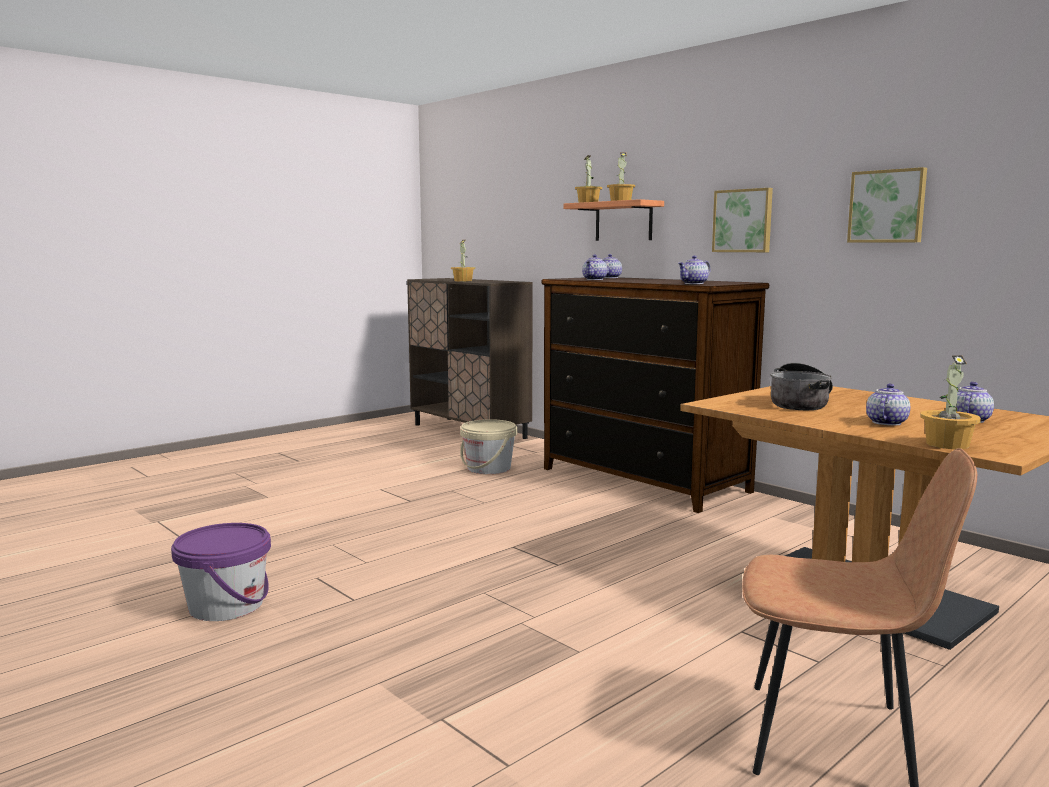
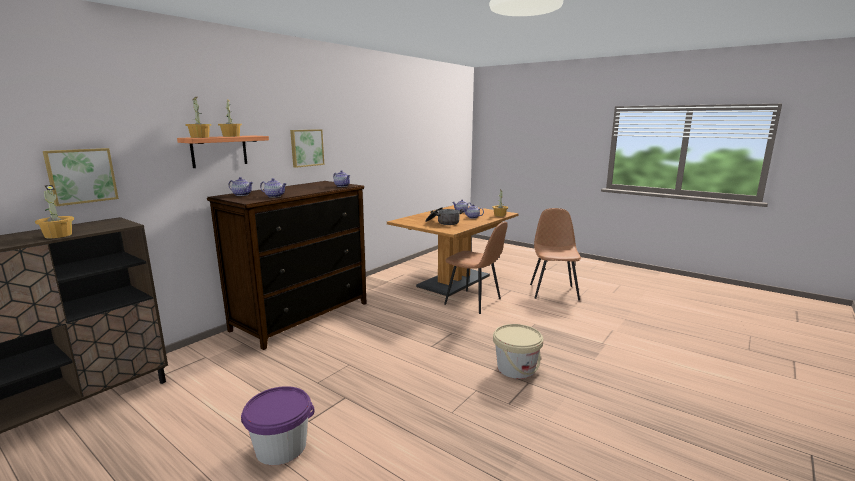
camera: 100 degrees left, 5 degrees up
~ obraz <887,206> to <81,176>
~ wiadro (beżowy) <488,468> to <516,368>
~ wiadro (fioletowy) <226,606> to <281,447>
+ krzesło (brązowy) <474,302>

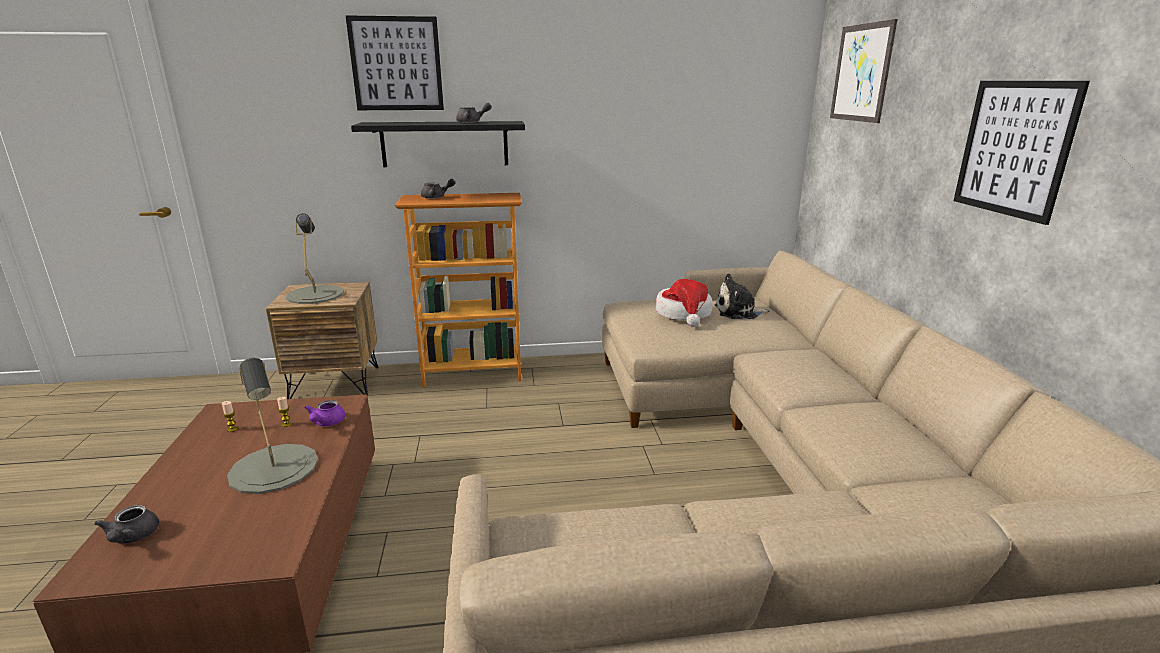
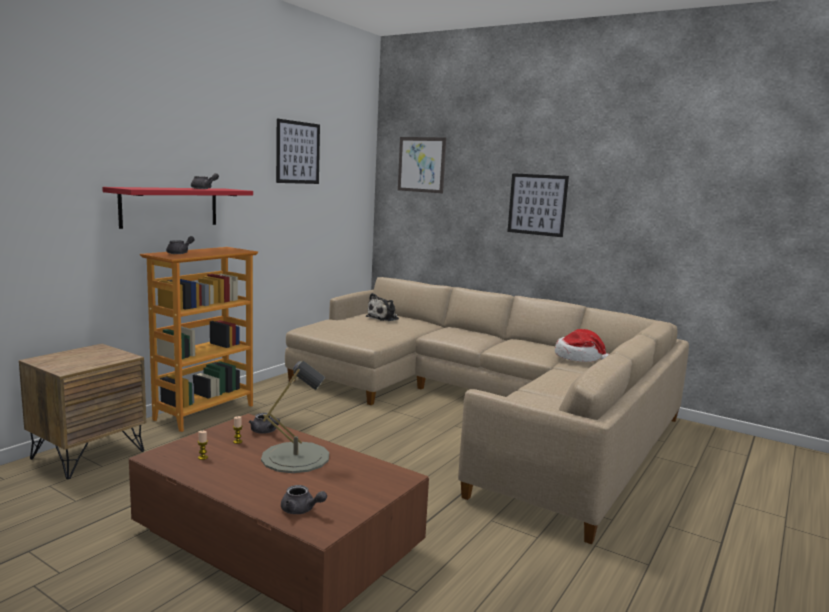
camera: 50 degrees left, 10 degrees down
~ obraz <396,64> to <298,152>
~ półka (czarny) <445,144> to półka (czerwony) <170,207>
- lampa stołowa (szary) <315,294>
~ kapelusz <684,314> to <579,357>
~ imbryk (fioletowy) <326,423> to imbryk (szary) <265,432>

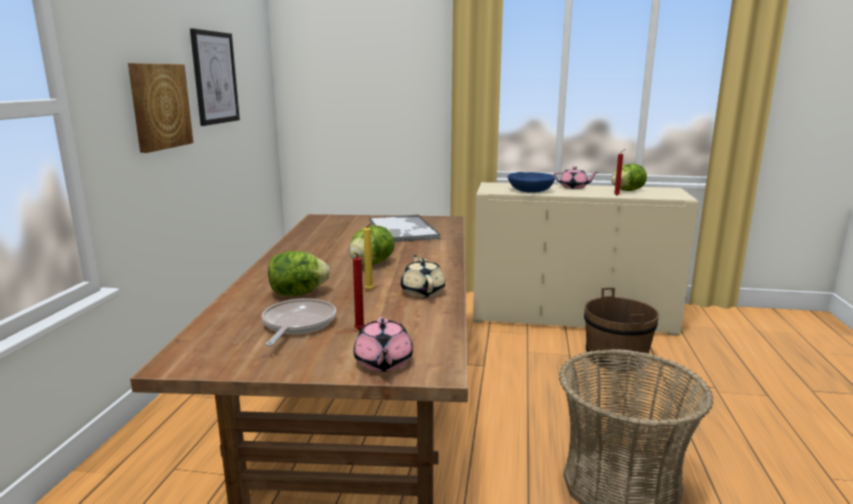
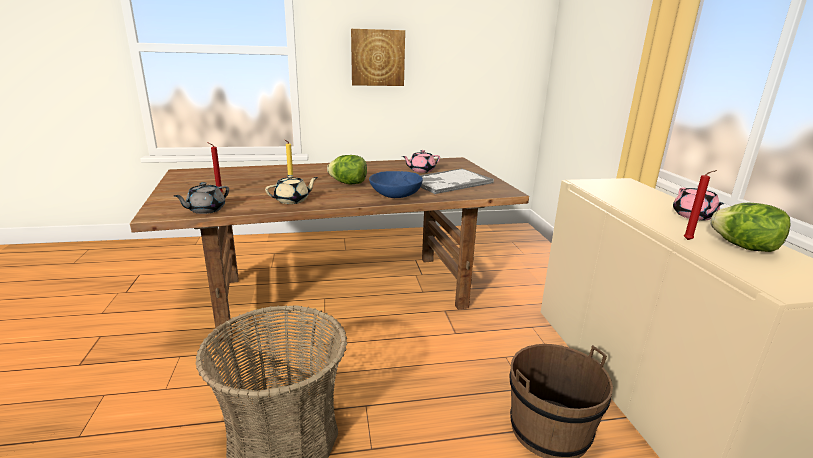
camera: 70 degrees right, 5 degrees up
- obraz <215,78>
~ miska (niebieski) <530,191> to <395,194>
- sałata <298,293>
- patelnia <297,324>
~ imbryk (różowy) <383,363> to <421,170>
+ imbryk (szary) <205,210>

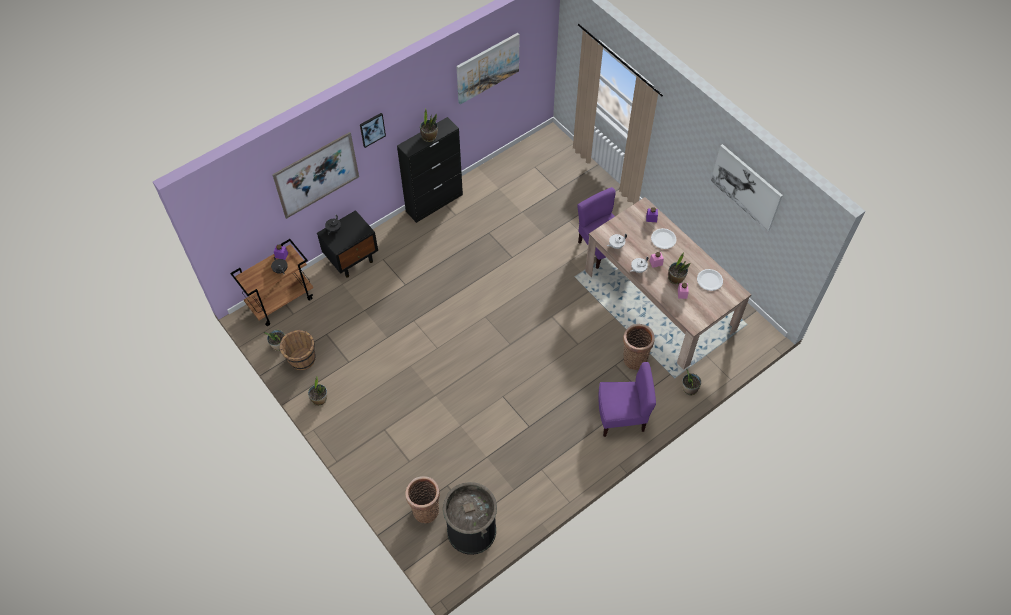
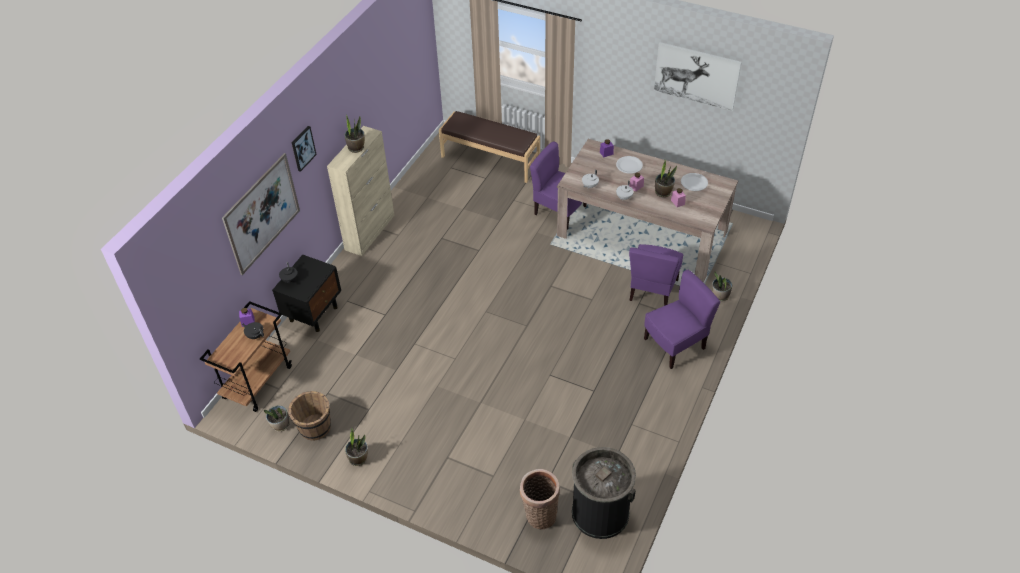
camera: 25 degrees left, 10 degrees down
- obraz <487,67>
~ szafka (czarny) <434,203> to szafka (beżowy) <370,232>
~ koszyk <634,358> to krzesło (fioletowy) <652,290>
+ ławka (brązowy) <490,160>

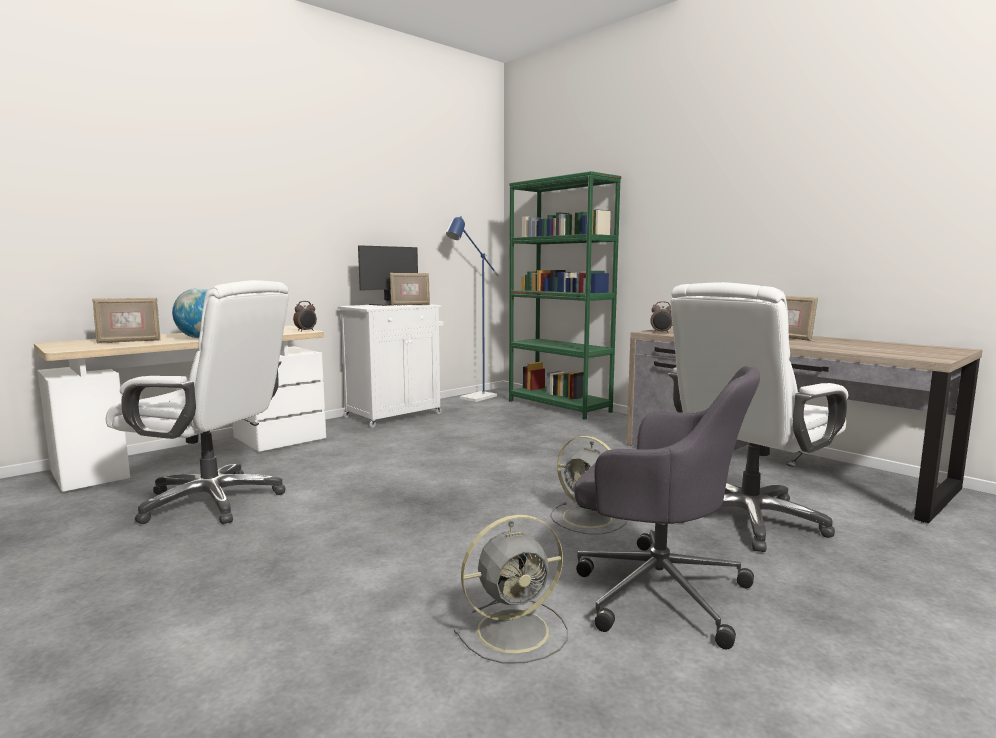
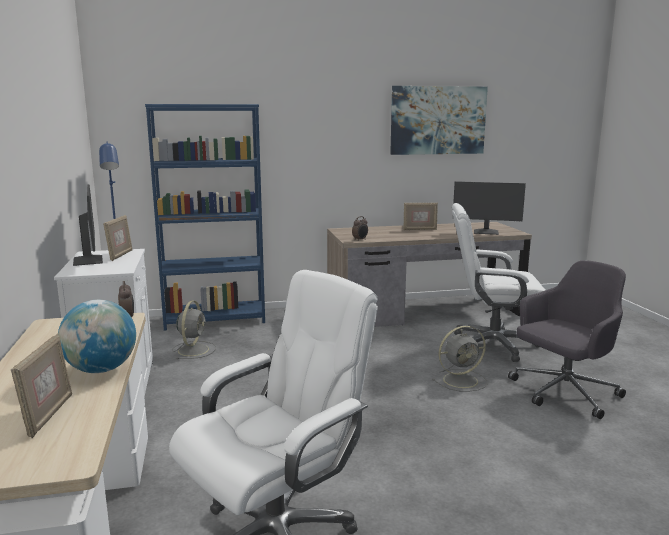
camera: 60 degrees left, 5 degrees up
~ regał (zielony) <559,406> to regał (niebieski) <215,319>
~ krzesło biurowe (biały) <748,520> = <493,345> 105 degrees clockwise
~ wentylator (szary) <516,630> to <194,349>
+ obraz <438,120>
+ monitor <486,232>

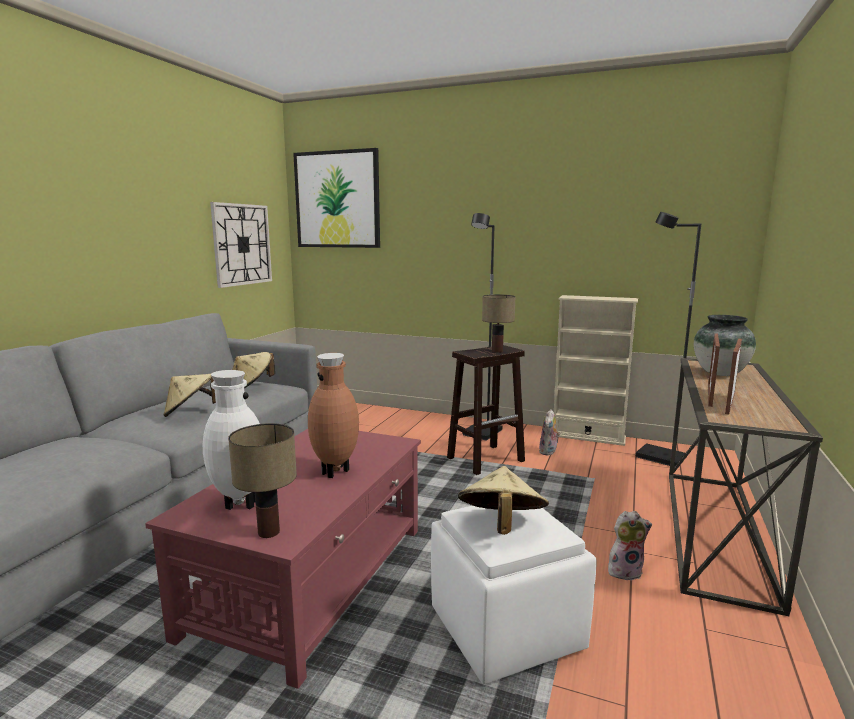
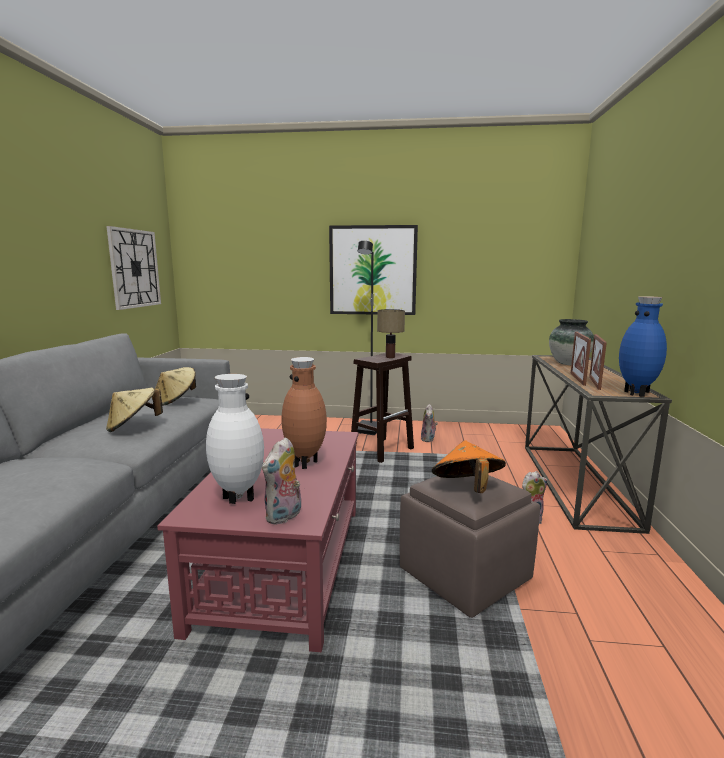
camera: 15 degrees left, 0 degrees up
~ obraz <337,200> to <373,270>
- lampa stojąca (czarny) <659,458>
- regał (beżowy) <588,436>
~ lampa stołowa <269,531> to pluszak <284,516>
~ kapelusz (beżowy) <501,526> to kapelusz (pomarańczowy) <467,489>
~ pufa (biały) <506,627> to pufa (brązowy) <464,574>
+ wazon (niebieski) <637,393>

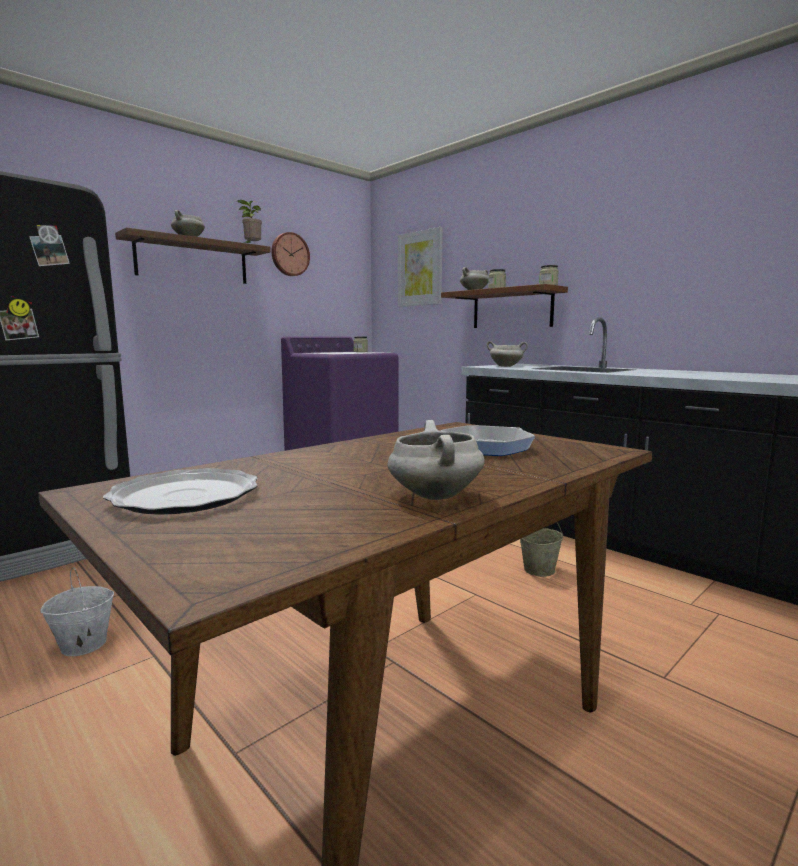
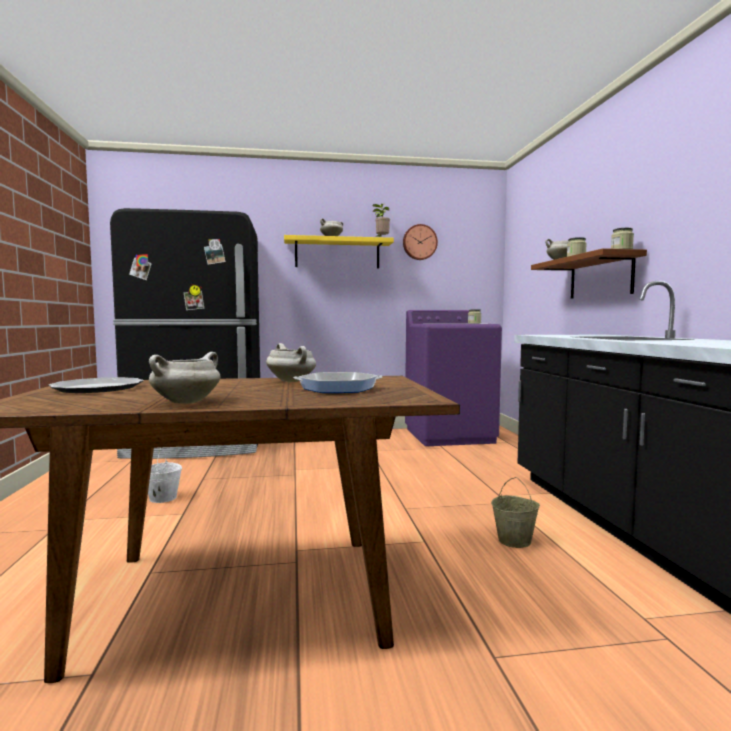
camera: 35 degrees right, 5 degrees down
~ półka (brązowy) <193,261> to półka (żółty) <337,254>
- obraz <420,269>
~ garnek (biały) <506,366> to <292,381>

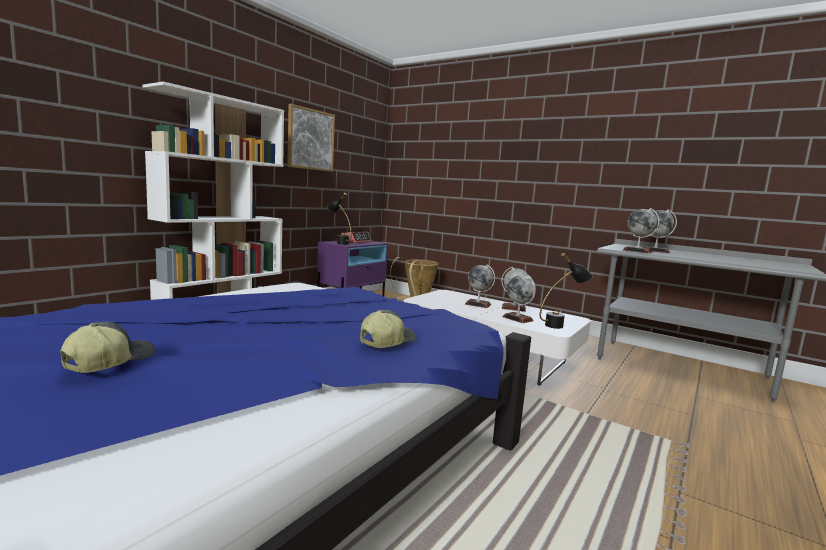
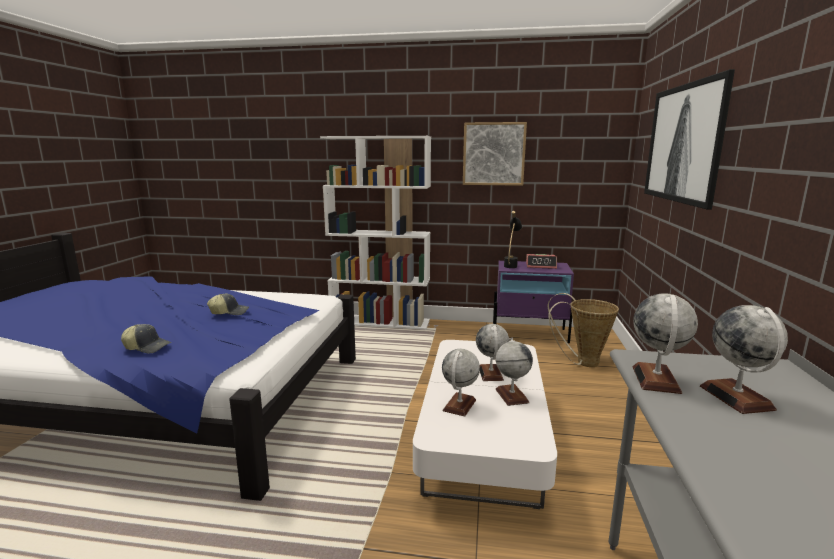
camera: 65 degrees right, 5 degrees up
- lampa stołowa (czarny) <561,325>
~ czapka z daszkiem <109,361> to <230,312>
+ obraz <684,143>

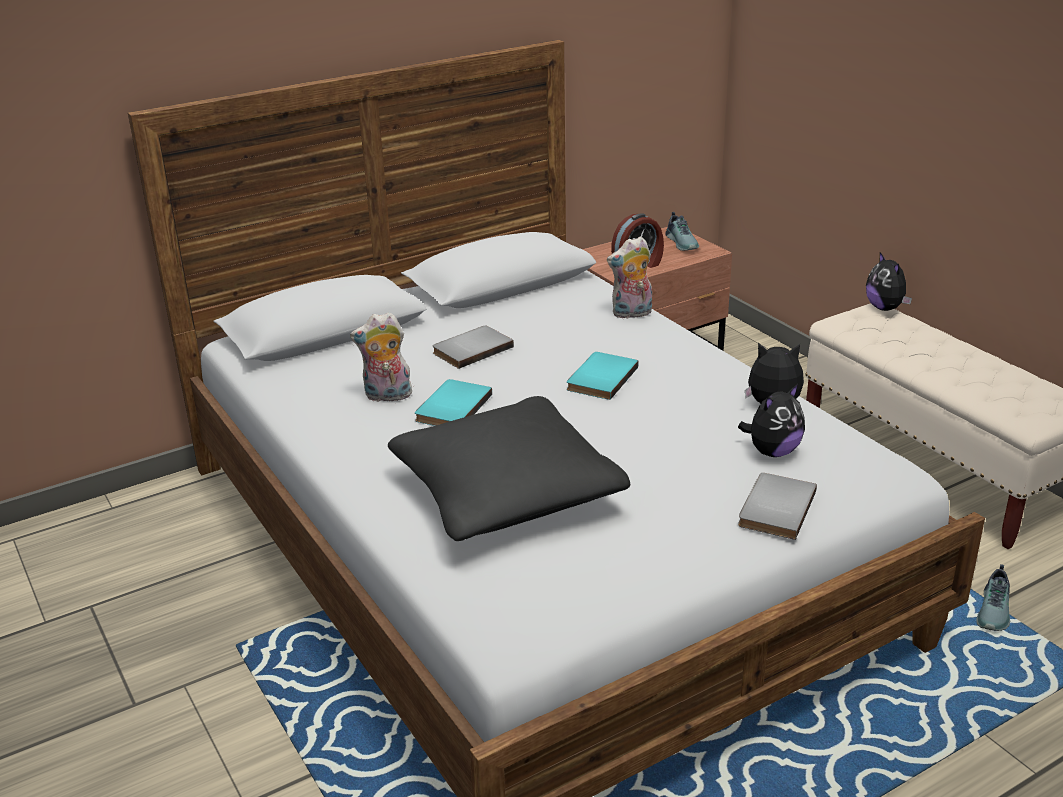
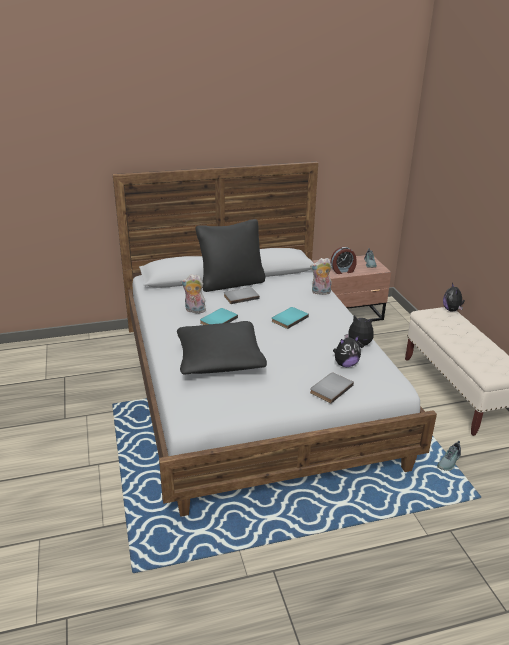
camera: 15 degrees right, 0 degrees up
+ poduszka (czarny) <231,283>

